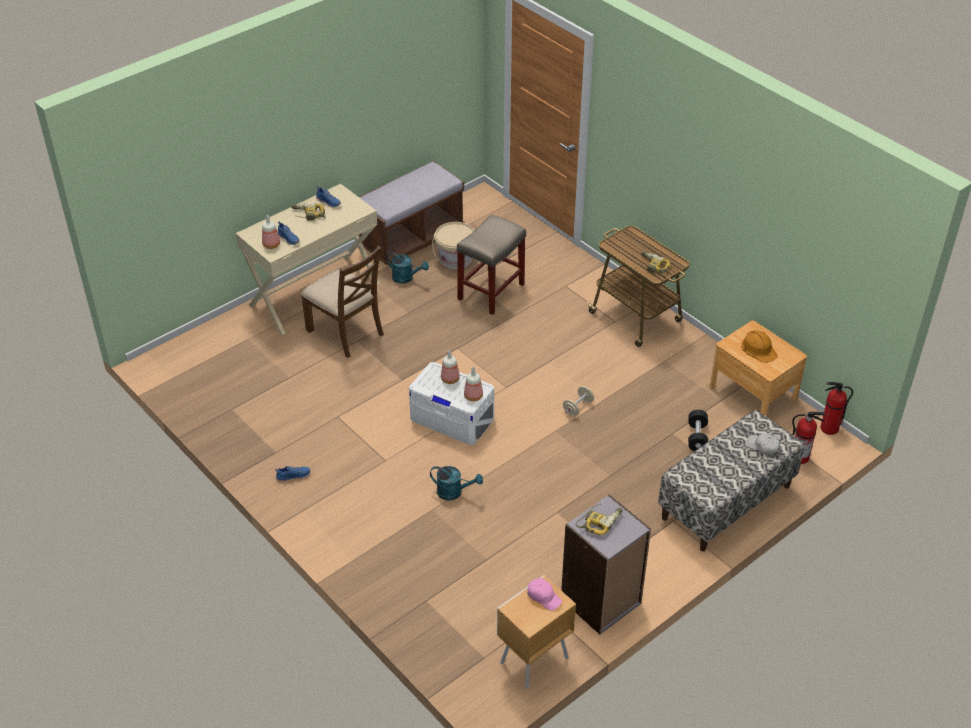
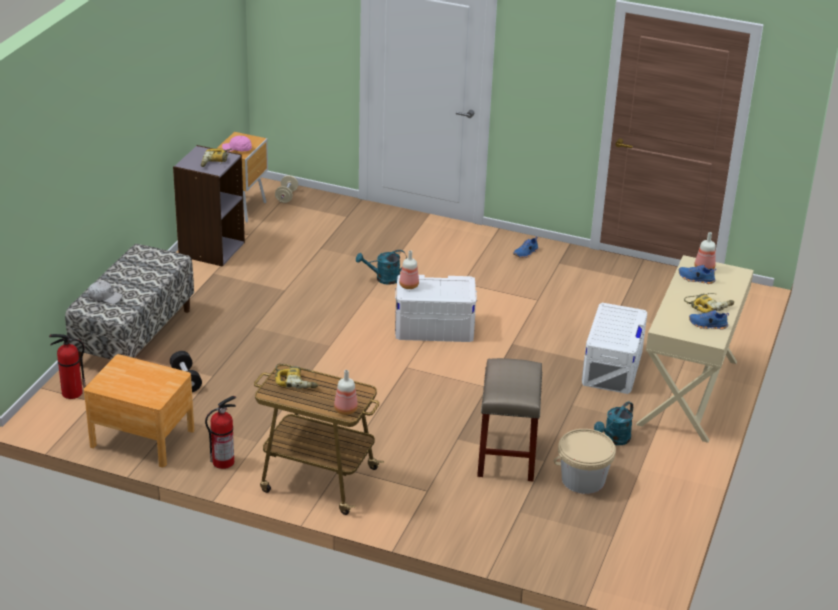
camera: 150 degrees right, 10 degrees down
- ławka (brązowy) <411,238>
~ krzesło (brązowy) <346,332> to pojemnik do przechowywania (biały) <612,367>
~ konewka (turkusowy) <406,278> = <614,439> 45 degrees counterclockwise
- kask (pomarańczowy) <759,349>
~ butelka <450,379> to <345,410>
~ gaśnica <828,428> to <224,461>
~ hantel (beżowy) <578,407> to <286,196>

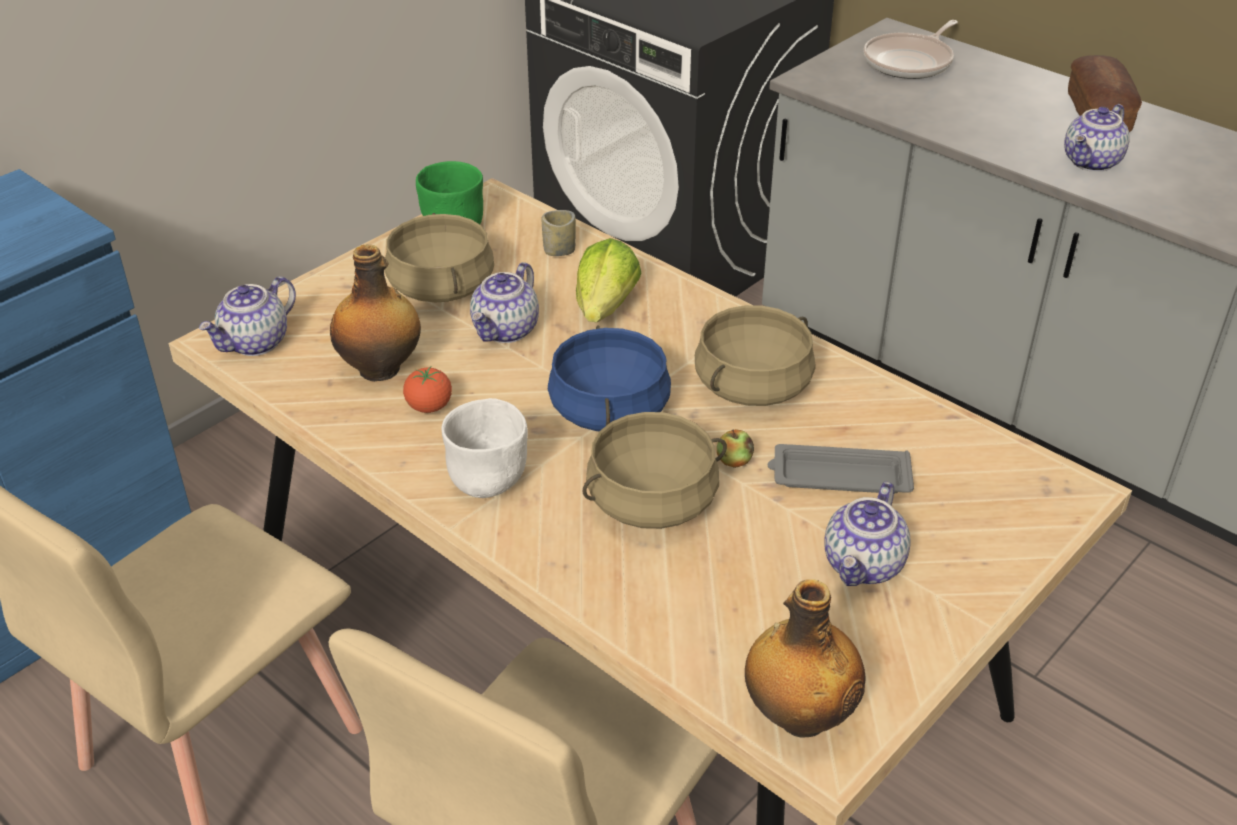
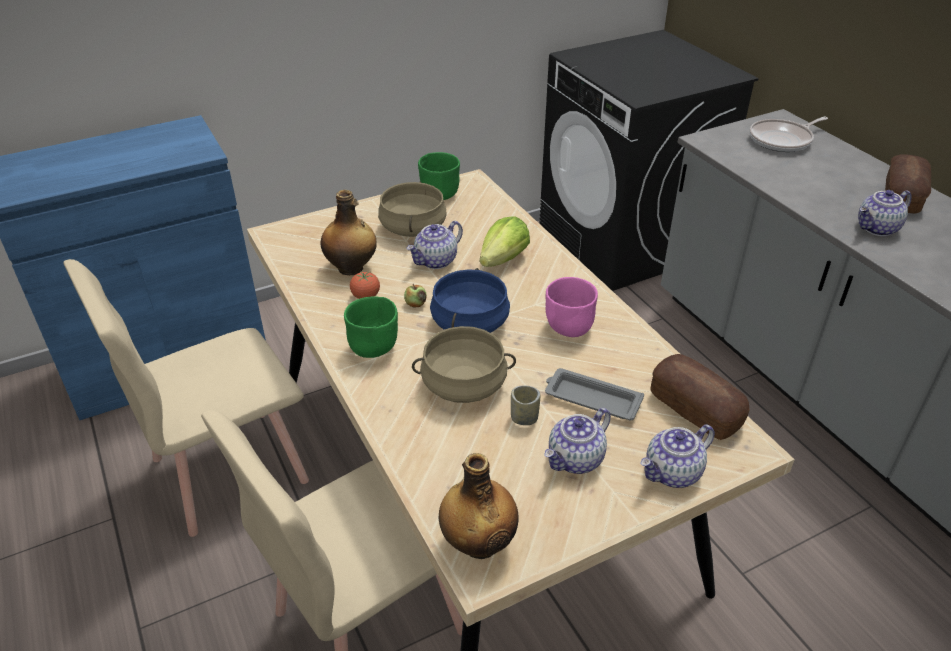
camera: 20 degrees right, 0 degrees up
~ filiżanka <559,251> to <524,418>
~ imbryk <255,343> to <673,473>
~ garnek (beżowy) <753,386> to miska (różowy) <568,328>
~ miska (biały) <490,481> to miska (zielony) <375,348>
~ jabłko <734,461> to <415,304>
+ chleb <695,409>

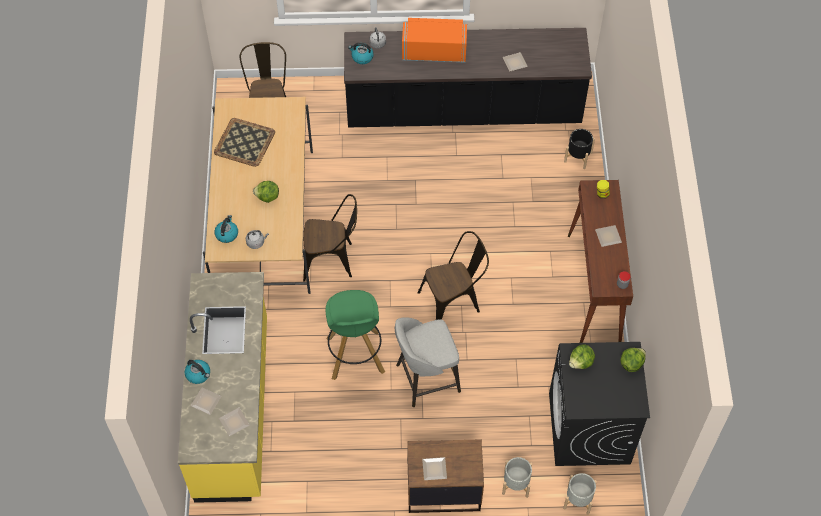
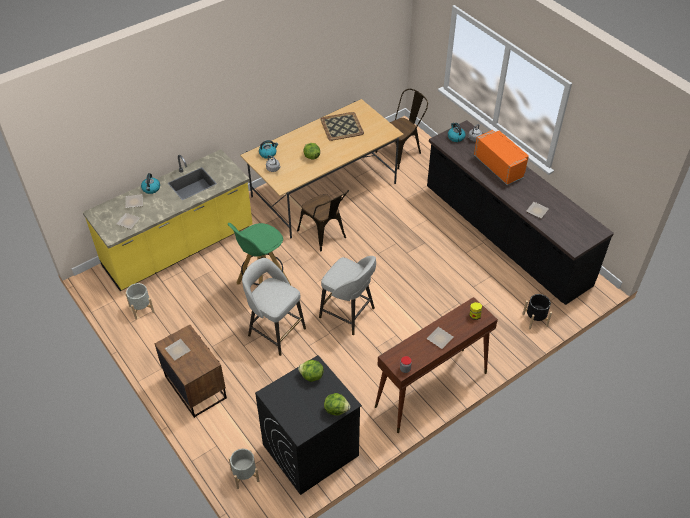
camera: 55 degrees right, 10 degrees down
~ krzesło (brązowy) <454,301> to stołek (szary) <348,313>
~ donica (szary) <516,484> to <141,309>

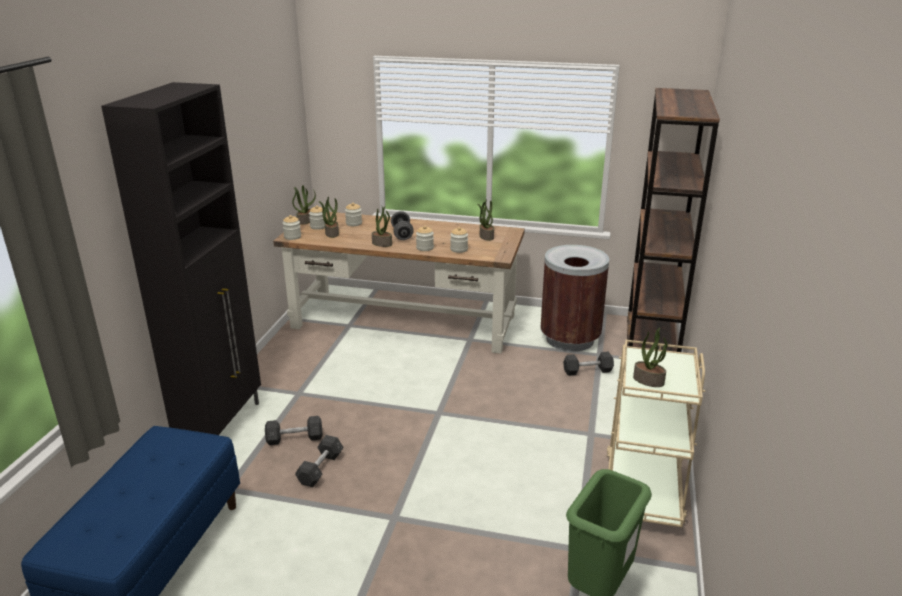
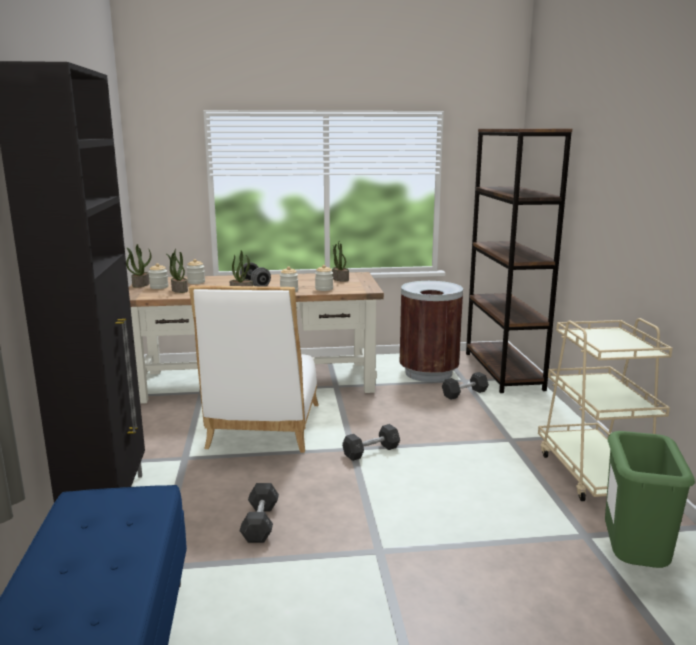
camera: 20 degrees left, 10 degrees down
- słoik <292,237>
- roślina doniczkowa <649,380>
~ hantel (szary) <294,438> to <371,451>
+ krzesło (biały) <263,429>

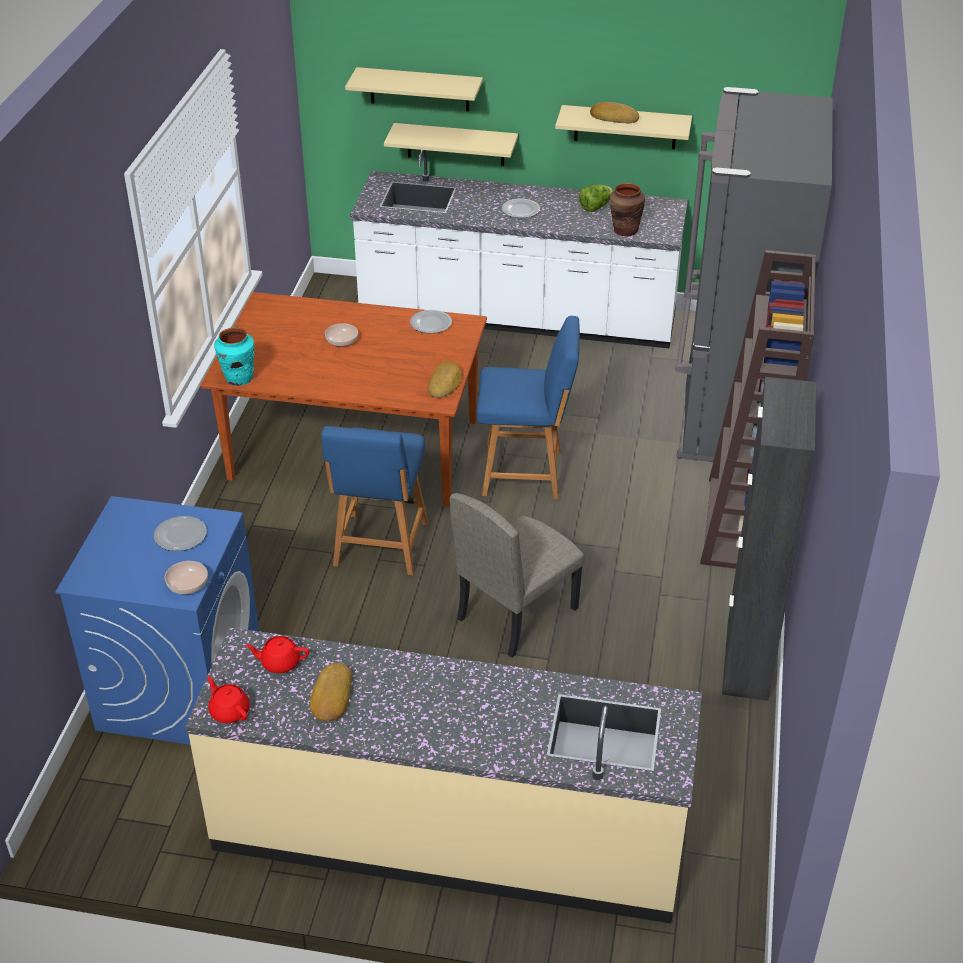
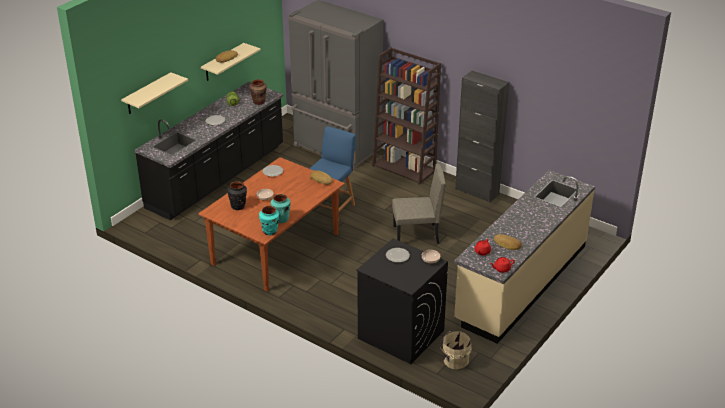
camera: 65 degrees left, 5 degrees down
- półka (beżowy) <455,144>
~ zabudowa kuchenna (biały) <518,318> to zabudowa kuchenna (czarny) <217,177>
- krzesło (niebieski) <380,546>
~ krzesło (beżowy) <516,613> = <416,235> 75 degrees counterclockwise
~ pralka (niebieski) <180,687> to pralka (czarny) <400,334>
+ wazon (czarny) <238,206>
+ wazon (turkusowy) <281,219>
+ wiadro (beżowy) <454,360>

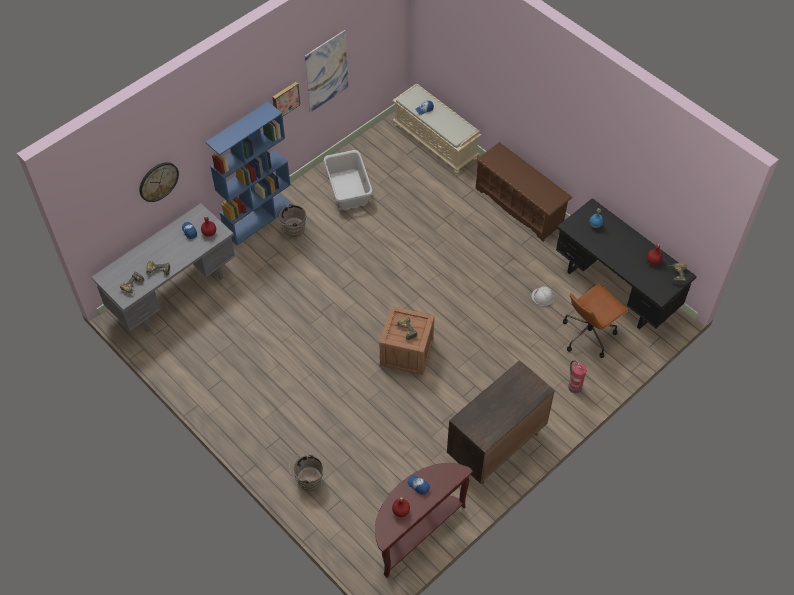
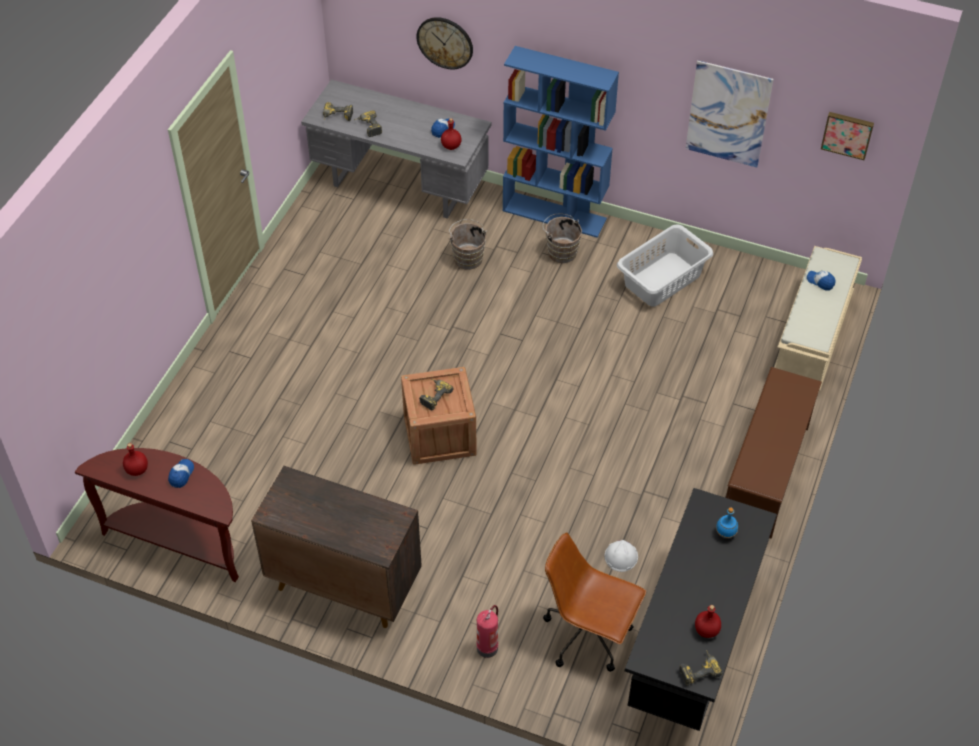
camera: 65 degrees right, 5 degrees down
~ obraz <285,99> to <847,134>
~ wiadro (brązowy) <307,479> to <467,257>

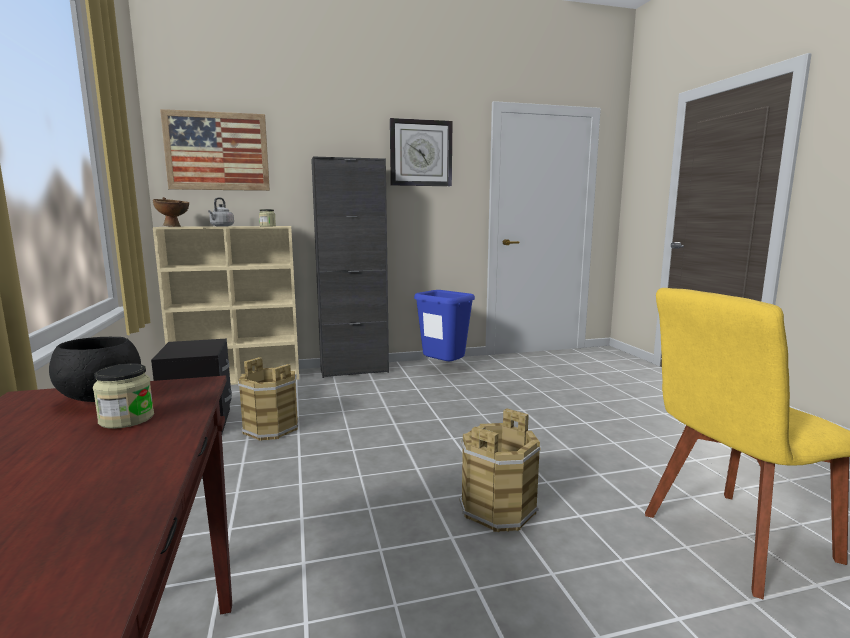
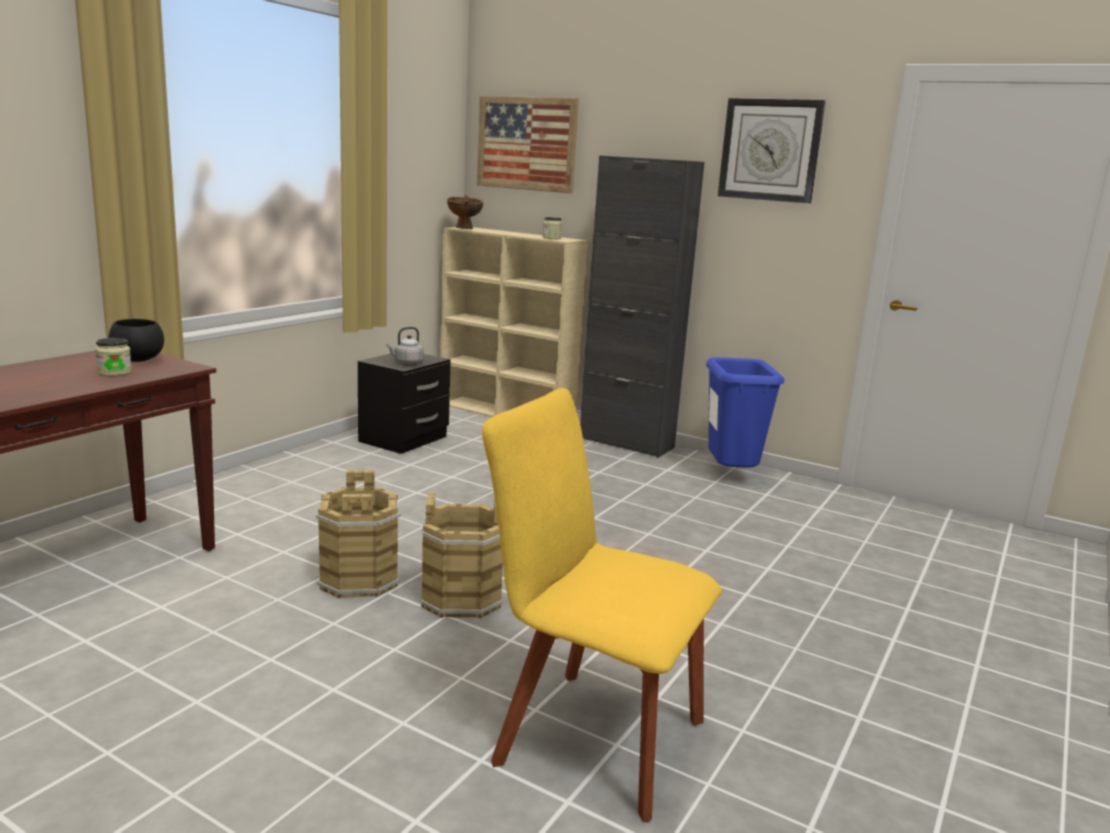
camera: 45 degrees right, 5 degrees up
~ czajnik (szary) <221,226> to <407,362>
~ wiadro (brązowy) <271,428> to <360,579>

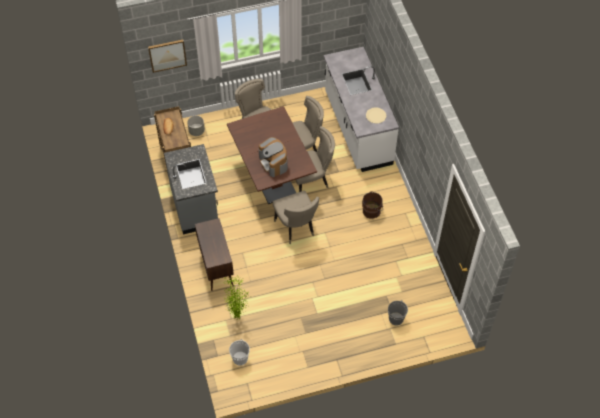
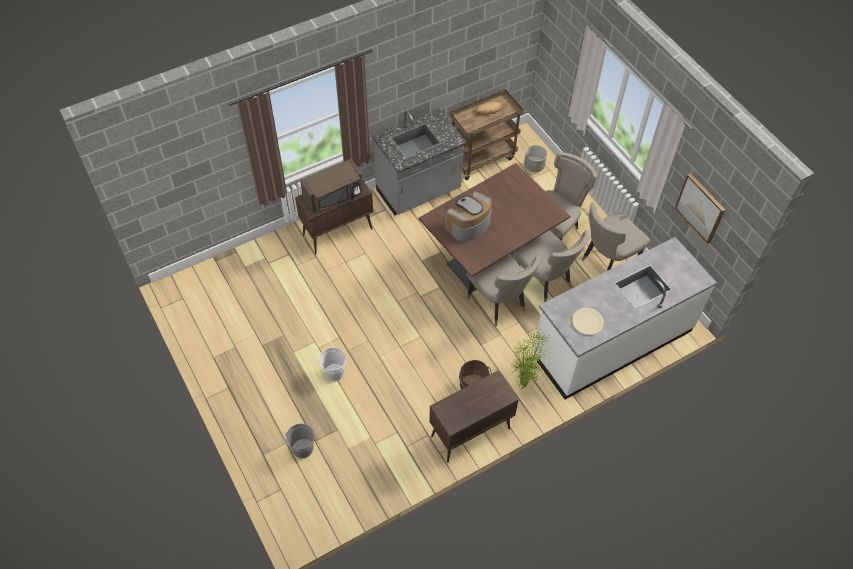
camera: 75 degrees right, 0 degrees up
~ obraz <167,55> to <700,208>
~ krzesło (beżowy) <296,228> to <606,262>
~ roślina doniczkowa <237,316> to <524,386>
~ wiadro (biały) <240,358> to <334,372>
+ mikrofalówka (brązowy) <334,197>
+ szafka (brązowy) <470,433>

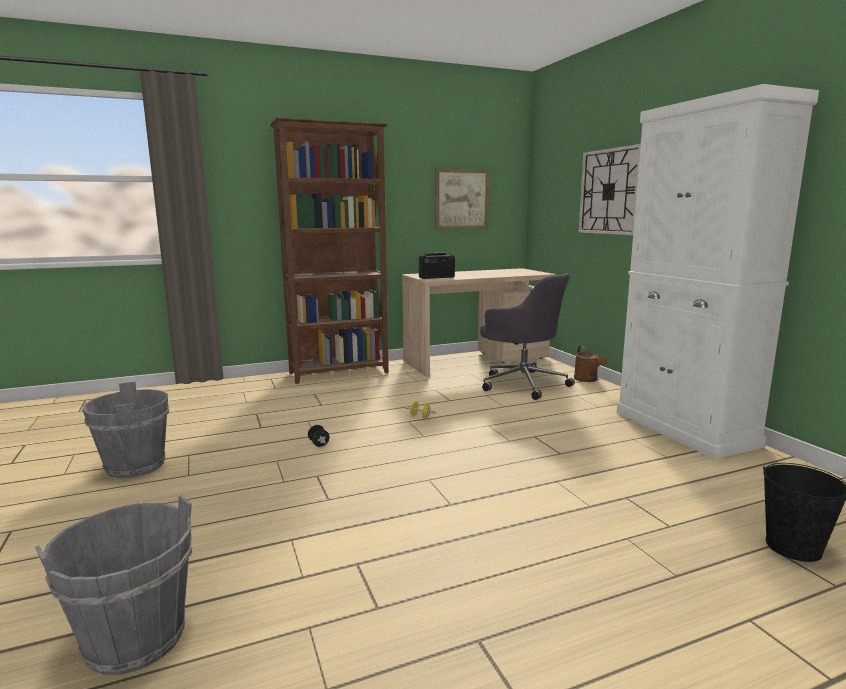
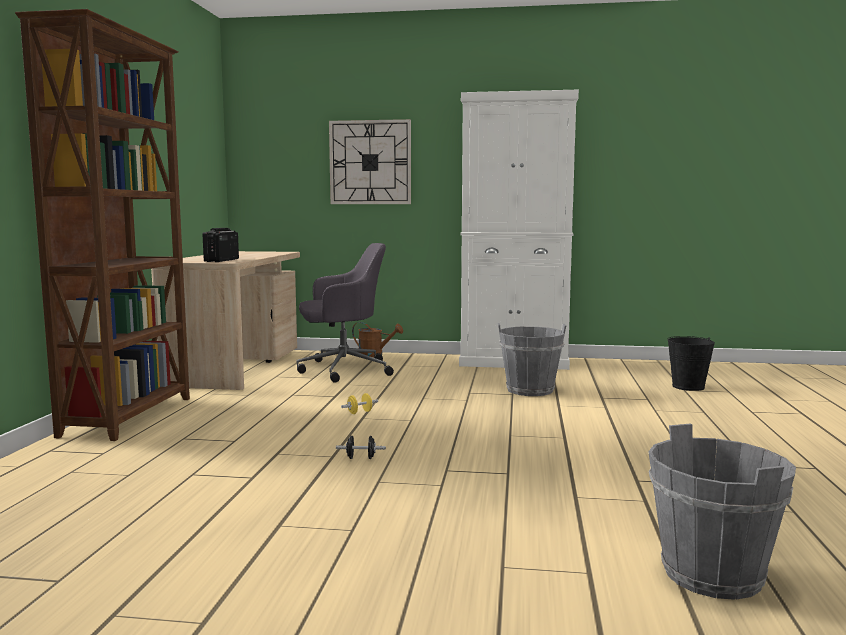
camera: 60 degrees left, 5 degrees down
- obraz <461,199>
~ wiadro (szary) <135,466> to <530,390>

